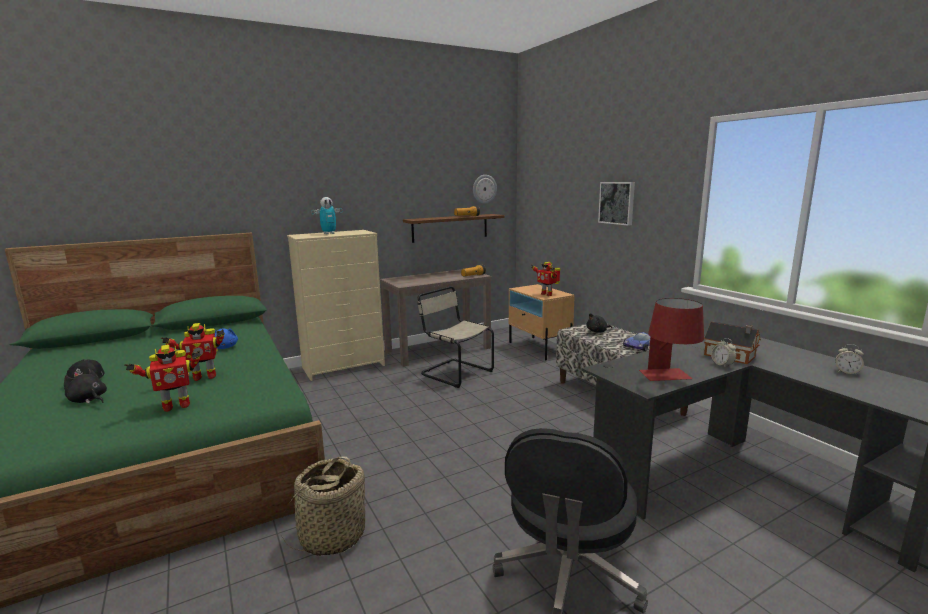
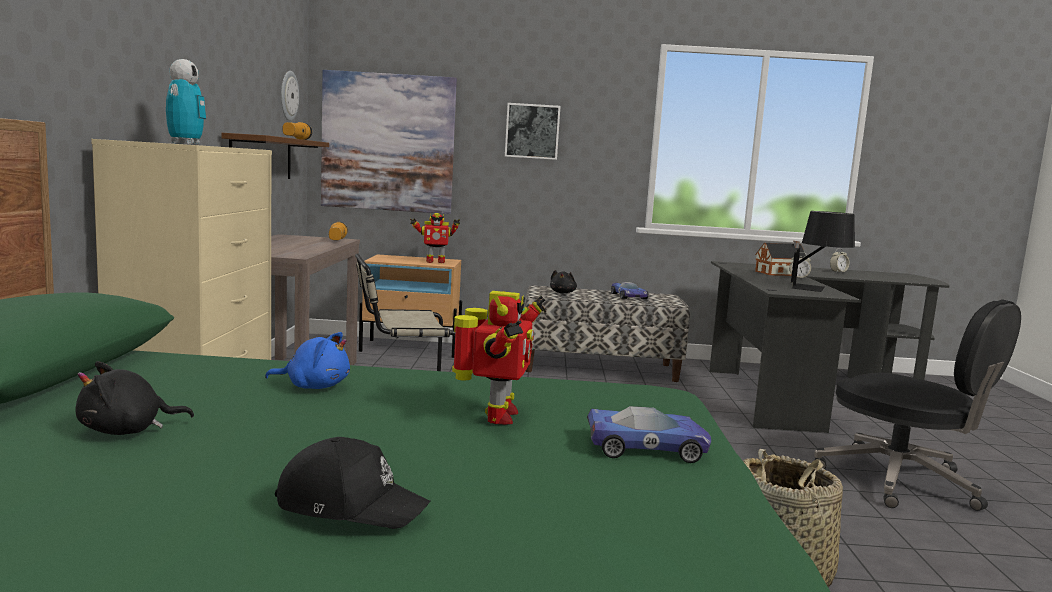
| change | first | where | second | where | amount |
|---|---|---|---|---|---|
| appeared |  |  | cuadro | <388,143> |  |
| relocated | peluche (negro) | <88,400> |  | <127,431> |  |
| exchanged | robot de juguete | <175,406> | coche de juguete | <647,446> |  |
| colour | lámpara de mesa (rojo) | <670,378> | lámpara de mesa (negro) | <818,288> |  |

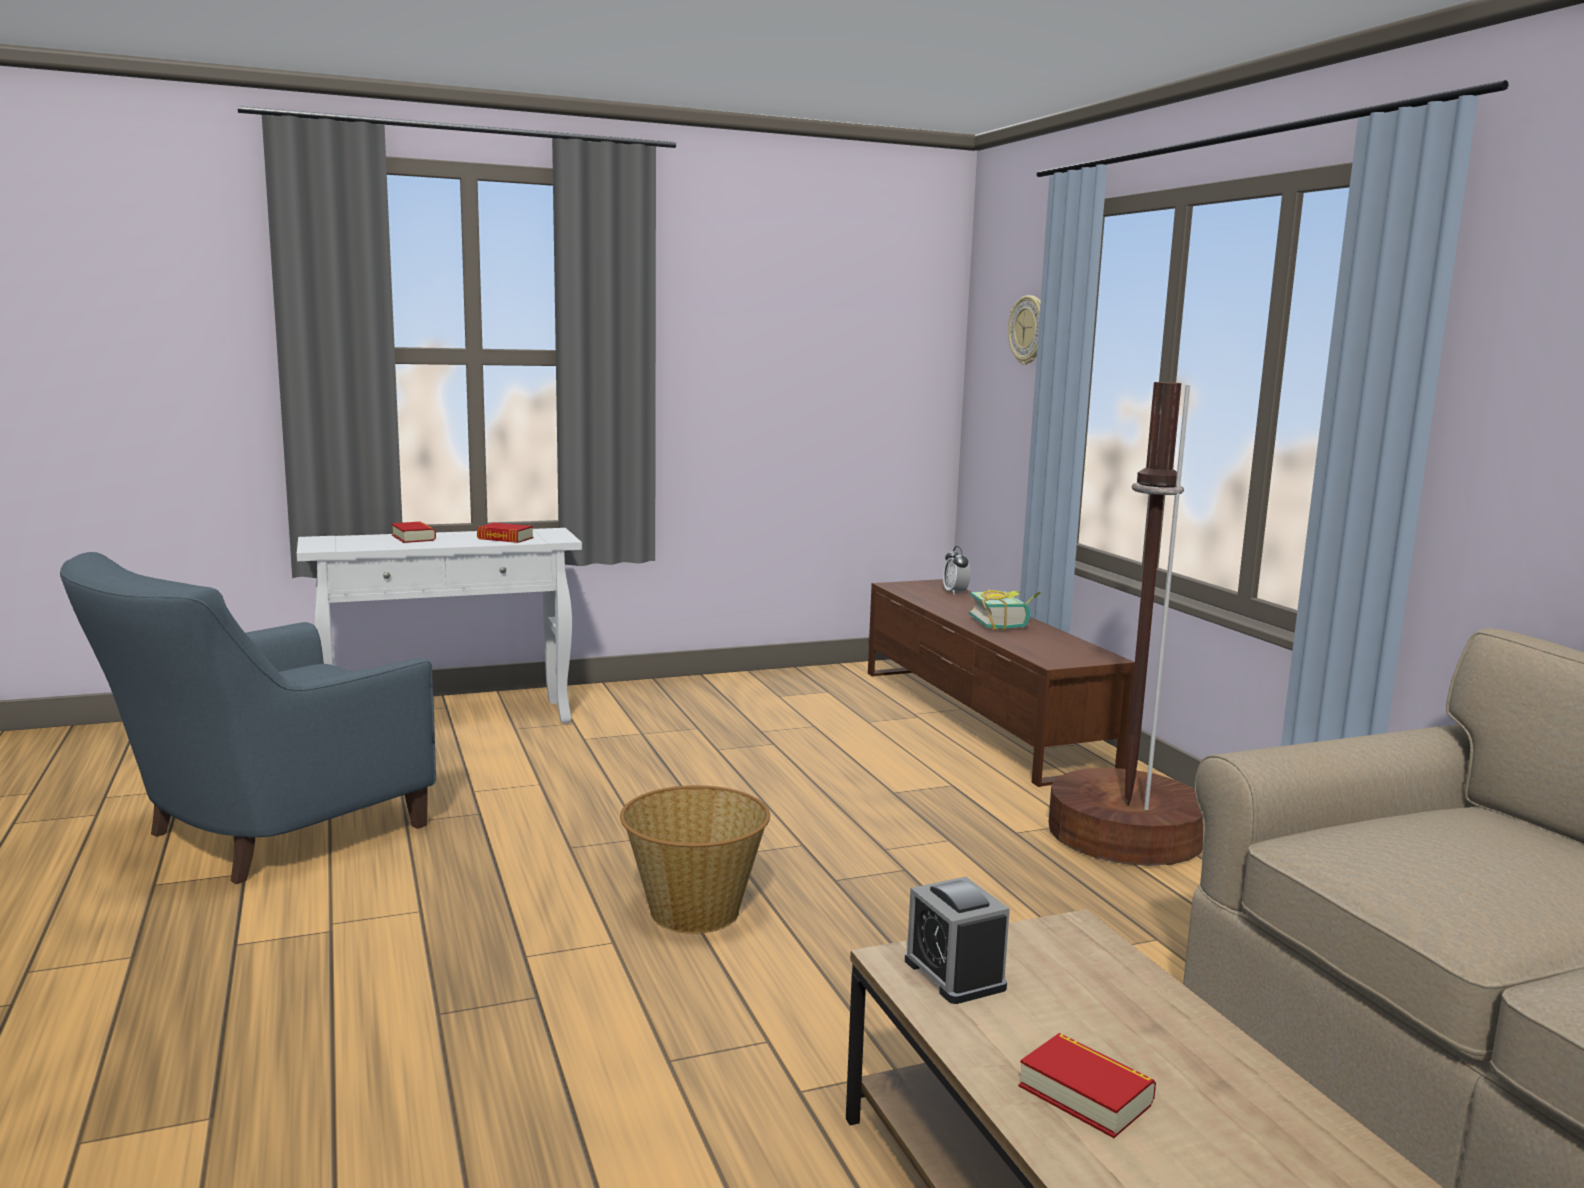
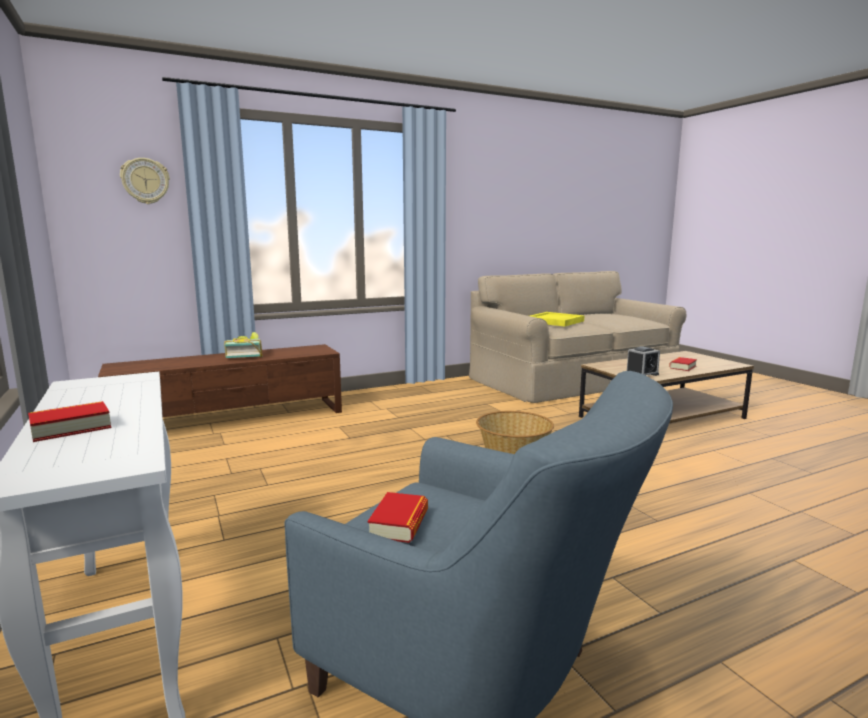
| change | first | where | second | where | amount |
|---|---|---|---|---|---|
| missing | despertador | <955,593> |  |  |  |
| missing | lámpara de pie (marrón) | <1124,834> |  |  |  |
| appeared |  |  | bandeja (amarillo) | <555,321> |  |
| relocated | libro | <505,538> |  | <399,524> |  |

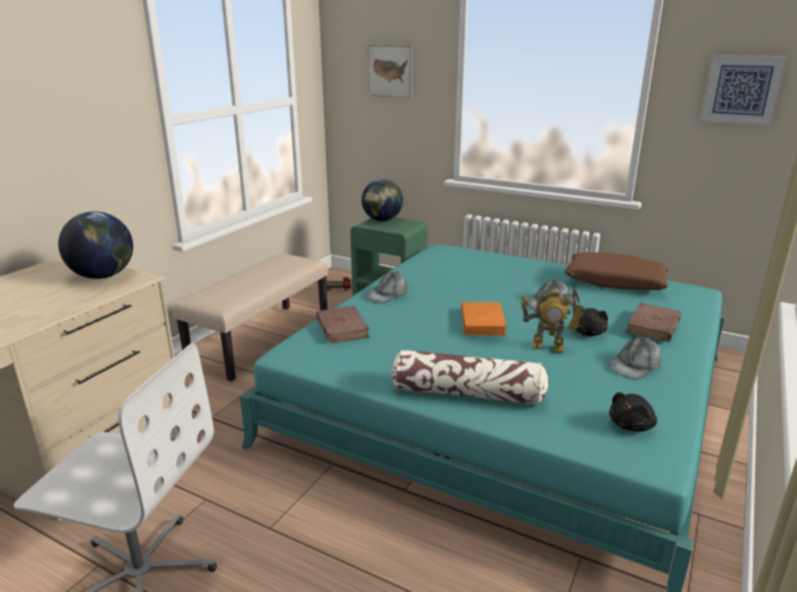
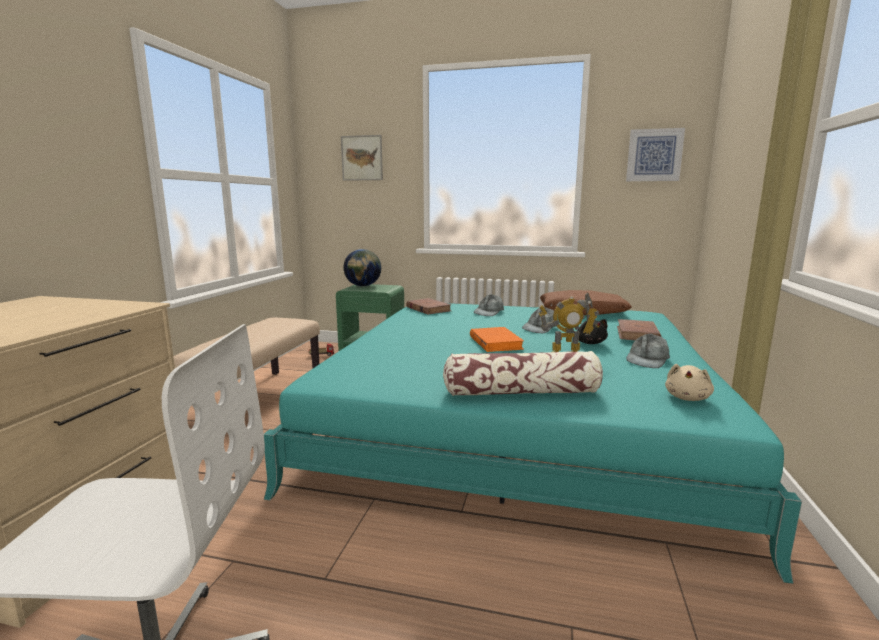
| change | first | where | second | where | amount |
|---|---|---|---|---|---|
| missing | globo terráqueo | <103,276> |  |  |  |
| relocated | libro (marrón) | <342,328> |  | <428,309> |  |
| relocated | gorra (gris) | <388,294> |  | <489,312> |  |
| colour | peluche (negro) | <632,425> | peluche (beis) | <687,398> |  |

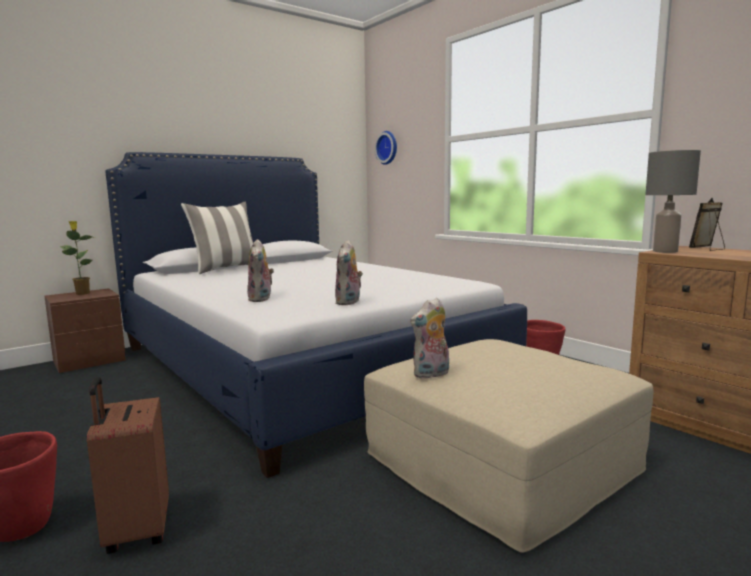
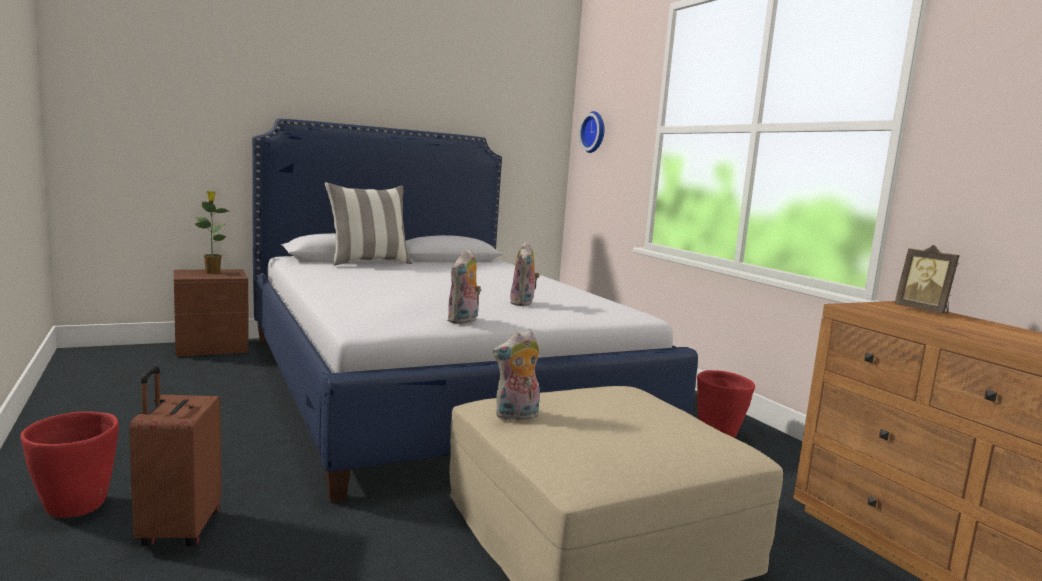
| change | first | where | second | where | amount |
|---|---|---|---|---|---|
| missing | lámpara de mesa (gris) | <665,251> |  |  |  |
| relocated | peluche | <261,299> |  | <523,303> |  |
| spun | portarretratos | <707,249> |  | <923,311> | 105 degrees counterclockwise |

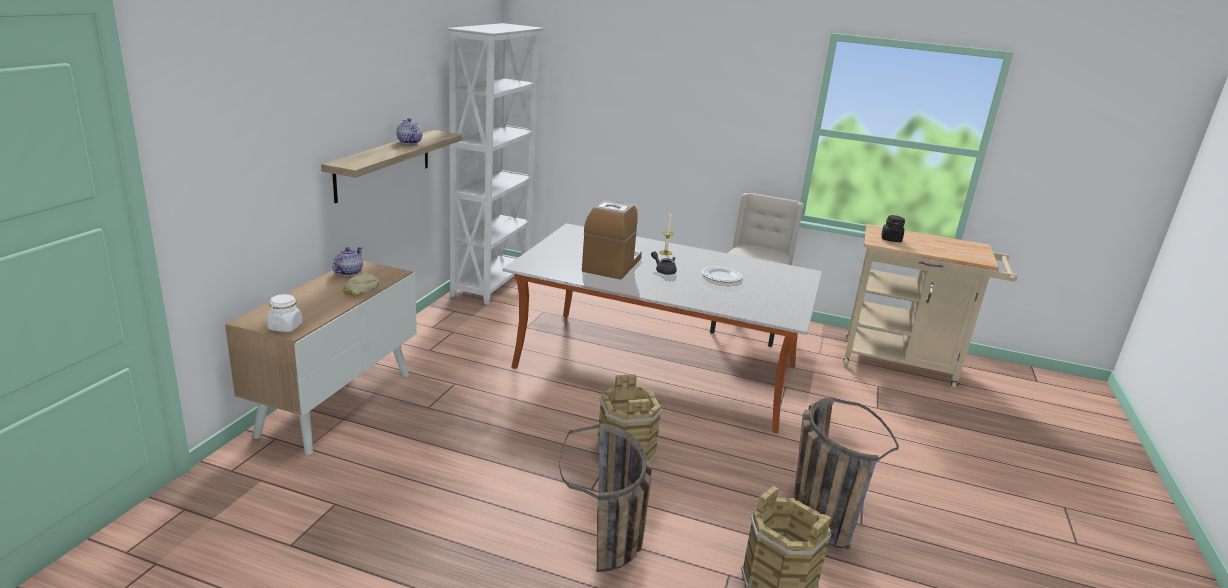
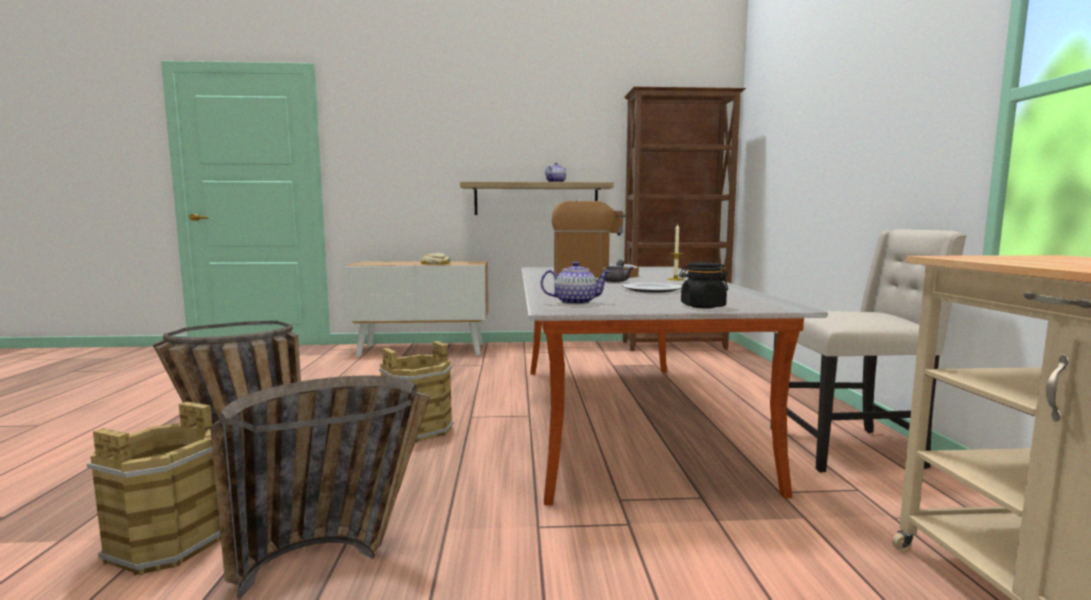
| change | first | where | second | where | amount |
|---|---|---|---|---|---|
| missing | tarro (blanco) | <285,327> |  |  |  |
| relocated | tetera | <348,272> |  | <575,302> |  |
| relocated | tarro (negro) | <891,239> |  | <702,306> |  |
| colour | estantería (blanco) | <493,283> | estantería (marrón) | <675,346> |  |

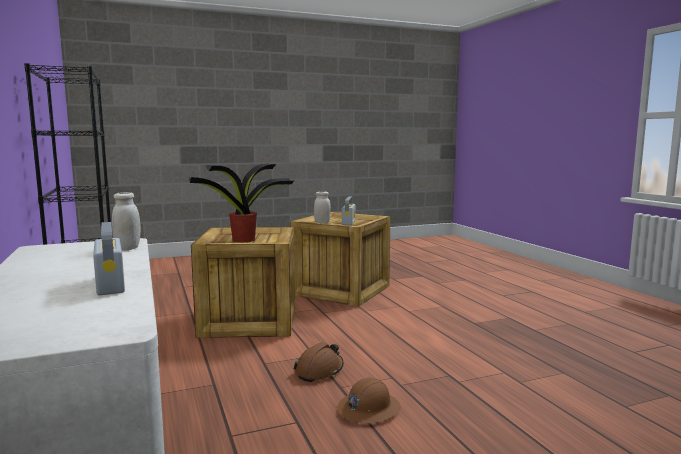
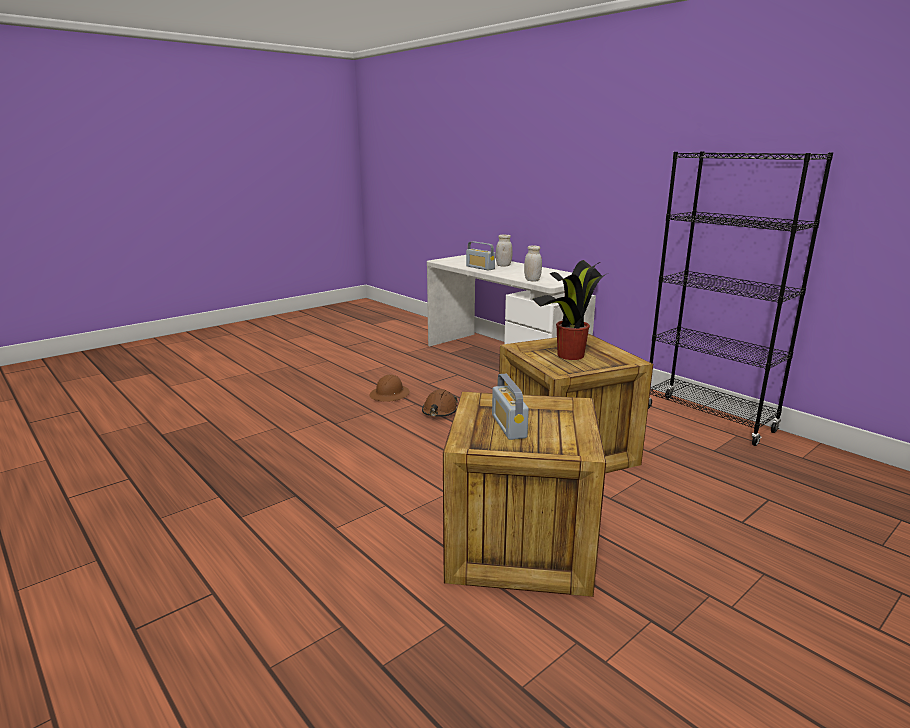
| change | first | where | second | where | amount |
|---|---|---|---|---|---|
| relocated | tarro (blanco) | <322,223> |  | <503,265> |  |

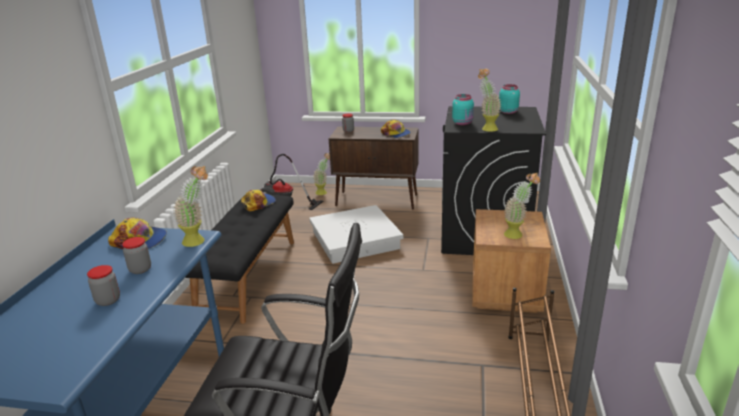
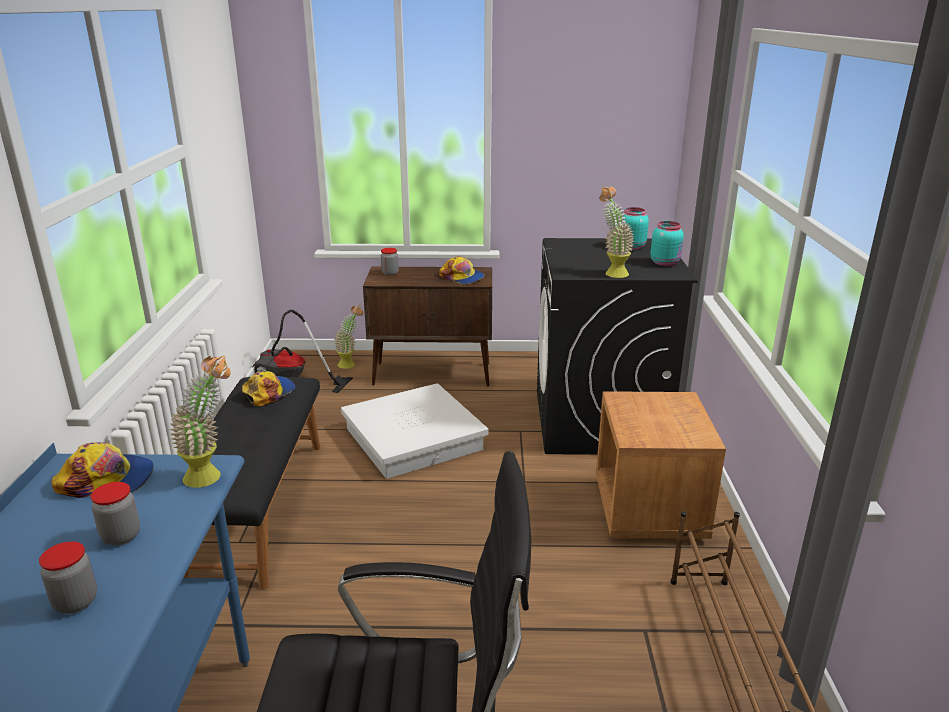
| change | first | where | second | where | amount |
|---|---|---|---|---|---|
| missing | planta en maceta | <517,234> |  |  |  |
| relocated | tarro (turquesa) | <463,123> |  | <665,263> |  |

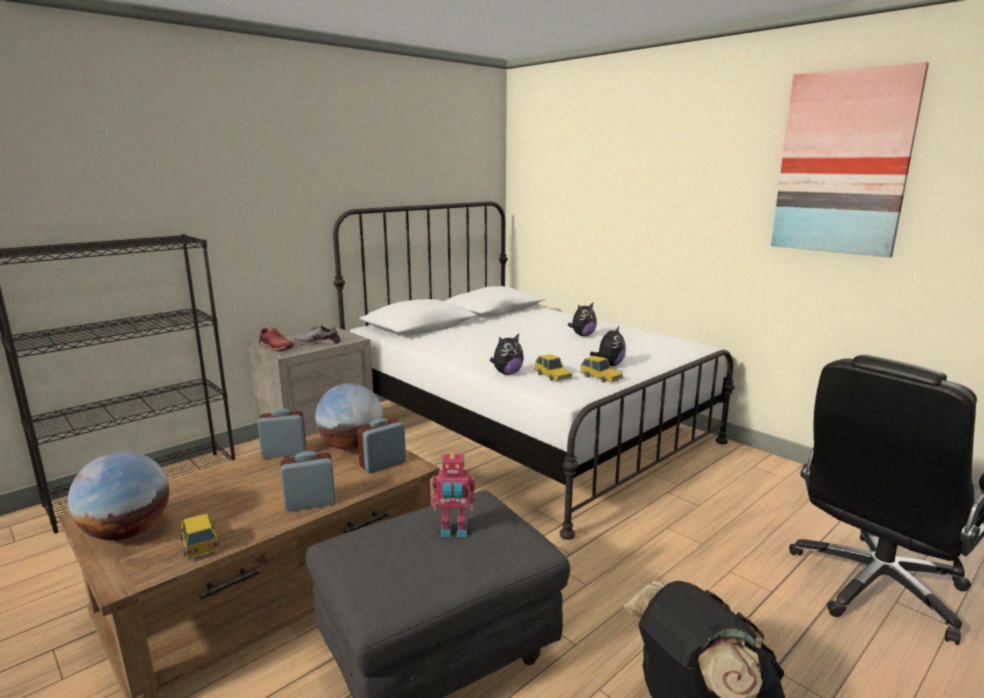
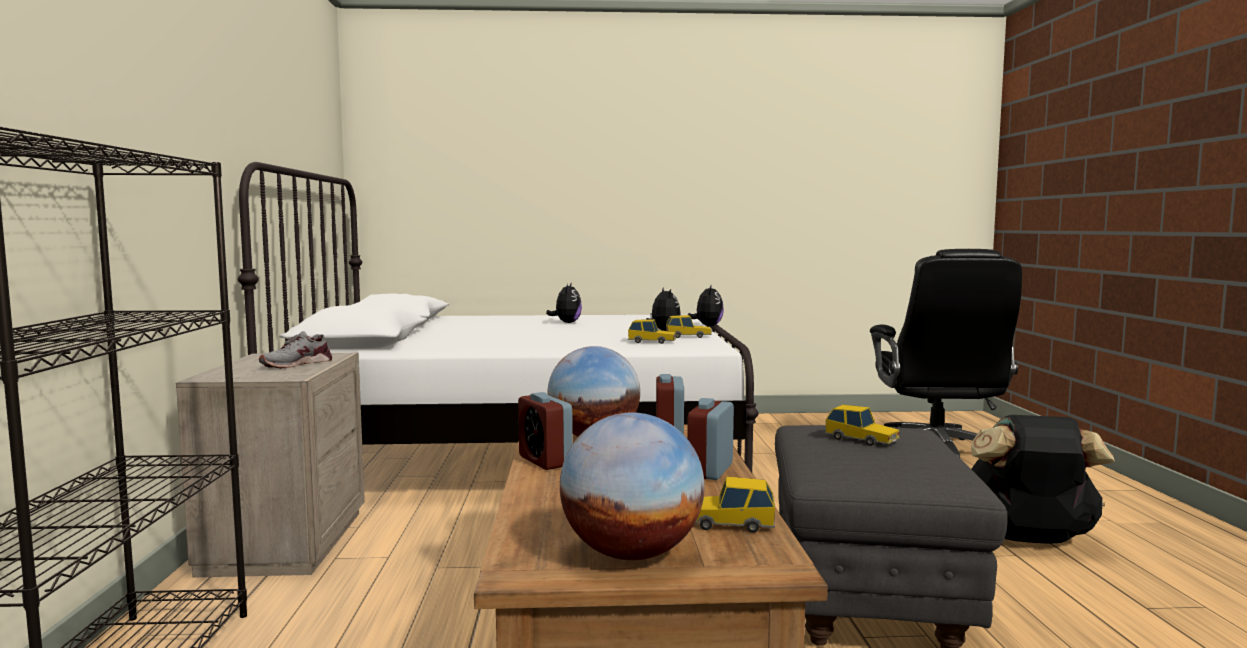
| change | first | where | second | where | amount |
|---|---|---|---|---|---|
| missing | zapato (rojo) | <275,347> |  |  |  |
| missing | cuadro | <843,163> |  |  |  |
| relocated | peluche | <507,373> |  | <707,326> |  |
| exchanged | robot de juguete | <454,531> | coche de juguete | <861,439> |  |
| spun | despertador | <284,453> |  | <545,461> | 60 degrees counterclockwise |

